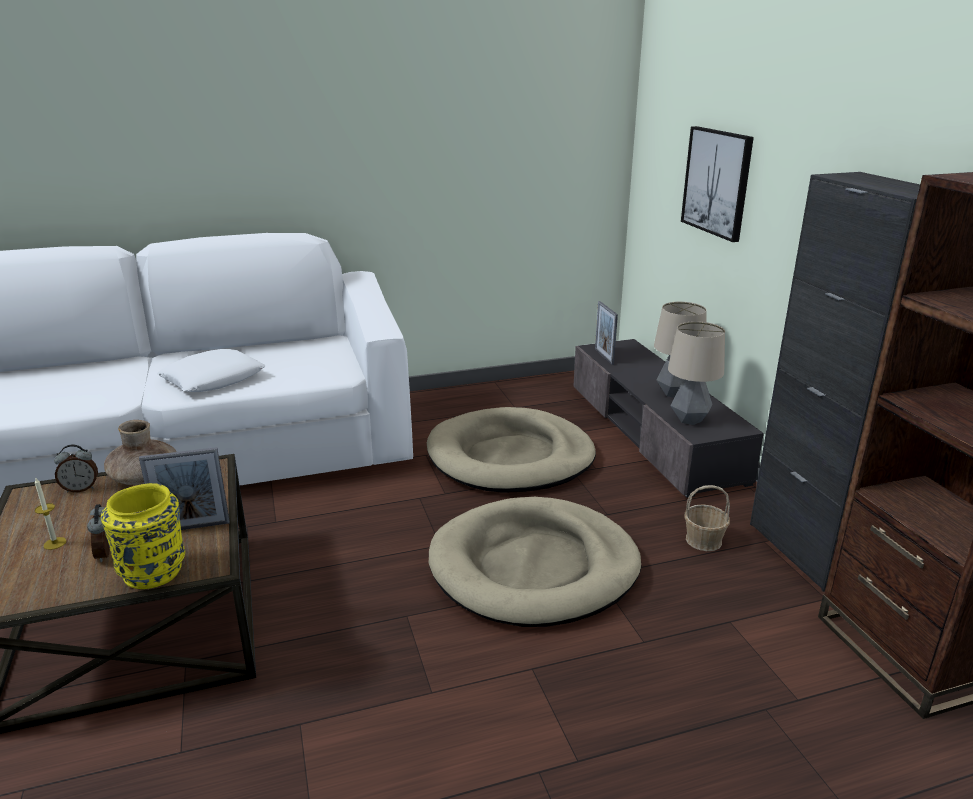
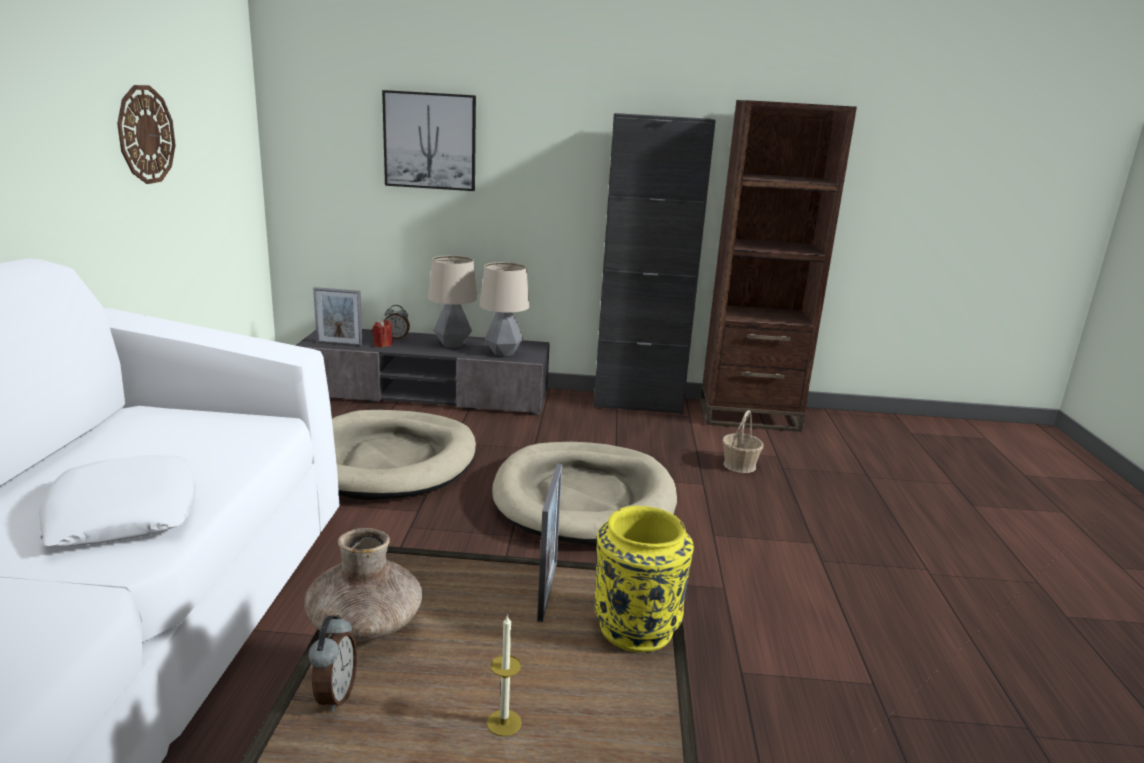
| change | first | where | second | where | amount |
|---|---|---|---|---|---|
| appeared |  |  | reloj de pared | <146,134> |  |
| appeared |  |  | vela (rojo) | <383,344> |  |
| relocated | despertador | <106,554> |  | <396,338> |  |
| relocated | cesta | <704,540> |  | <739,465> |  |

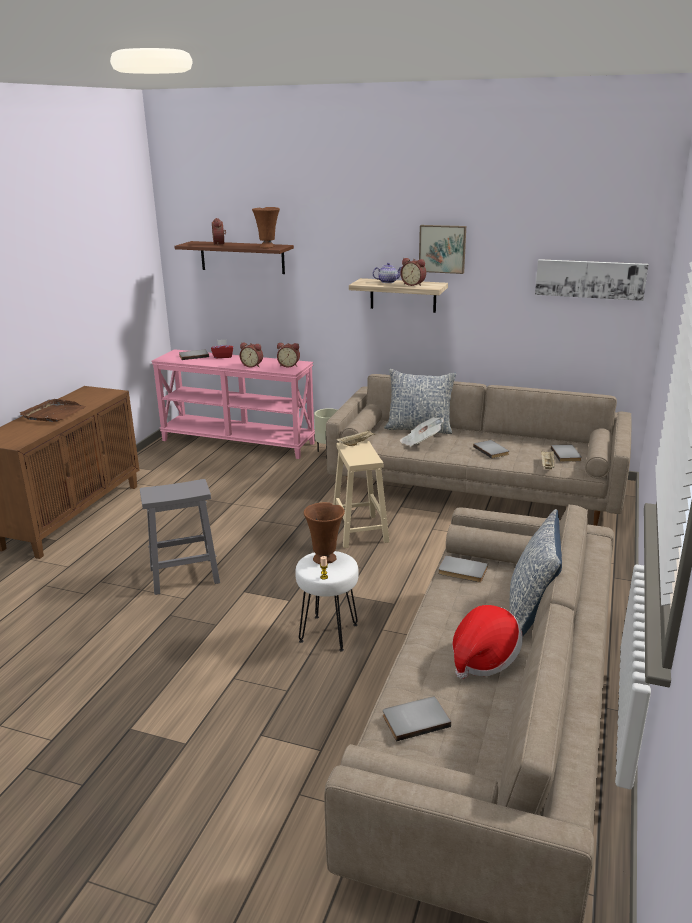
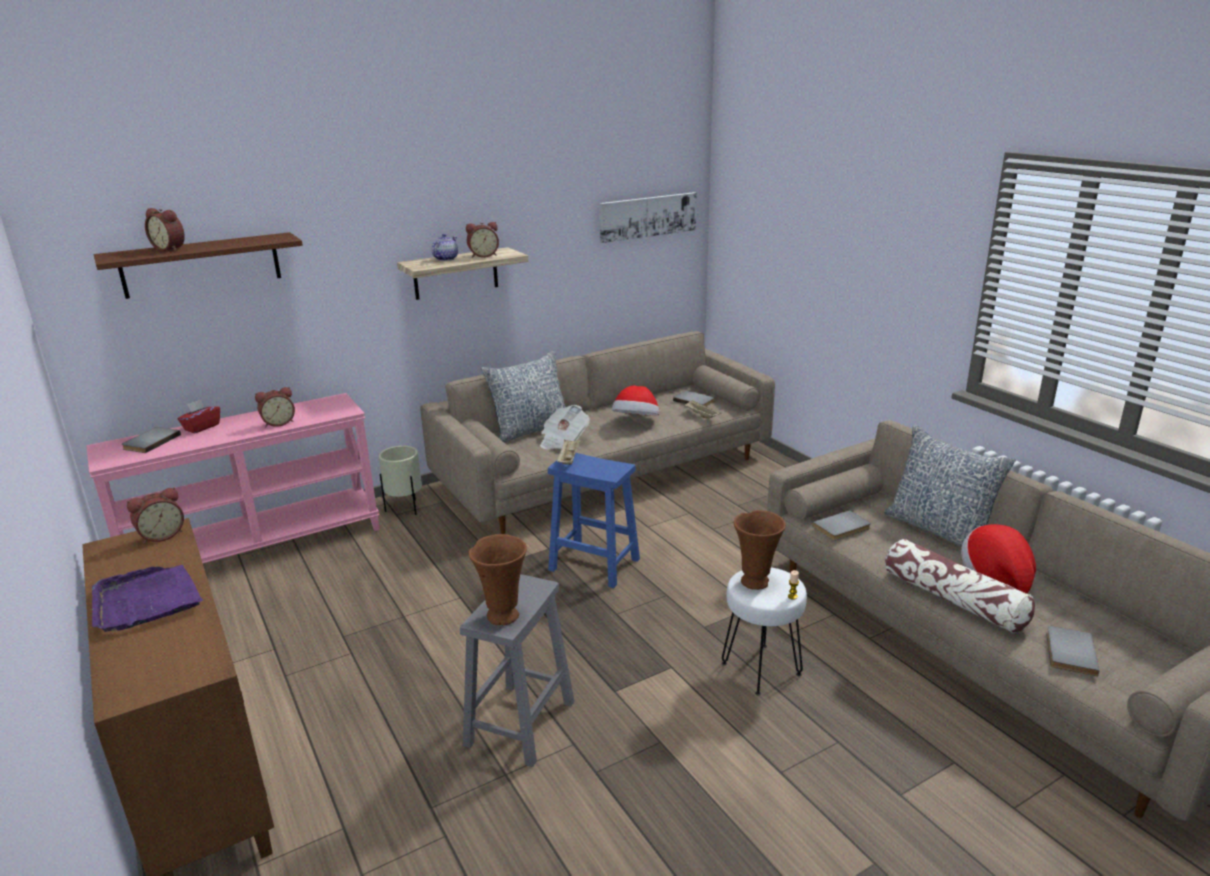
| change | first | where | second | where | amount |
|---|---|---|---|---|---|
| missing | cuadro | <442,248> |  |  |  |
| appeared |  |  | cojín | <953,600> |  |
| relocated | florero (marrón) | <268,247> |  | <503,615> |  |
| relocated | despertador | <289,365> |  | <161,535> |  |
| exchanged | libro (gris) | <492,450> | sombrero | <636,421> |  |
| colour | bandeja (marrón) | <53,413> | bandeja (morado) | <146,601> |  |
| colour | taburete (beis) | <359,530> | taburete (azul) | <593,564> |  |

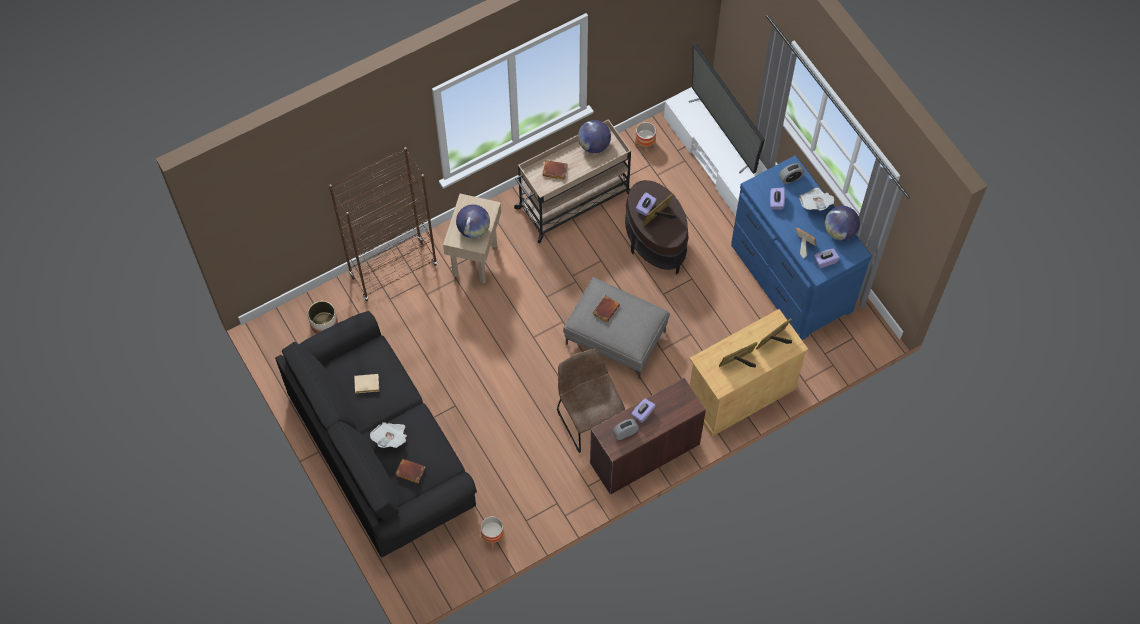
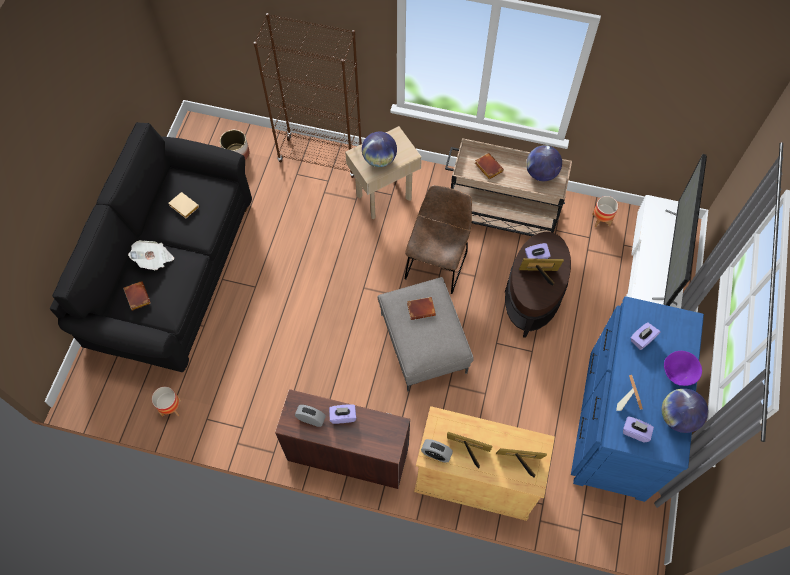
| change | first | where | second | where | amount |
|---|---|---|---|---|---|
| relocated | silla (marrón) | <589,418> |  | <437,262> |  |
| relocated | despertador | <790,178> |  | <436,454> |  |
| exchanged | periódico | <815,203> | cuenco (morado) | <679,372> |  |

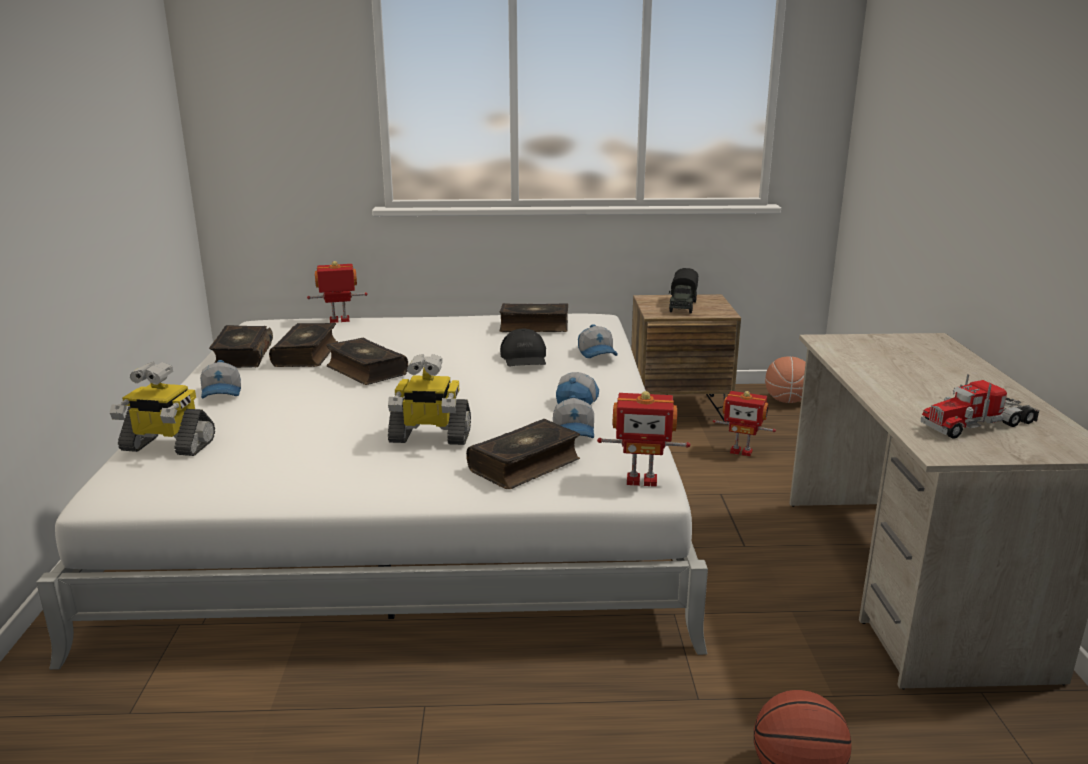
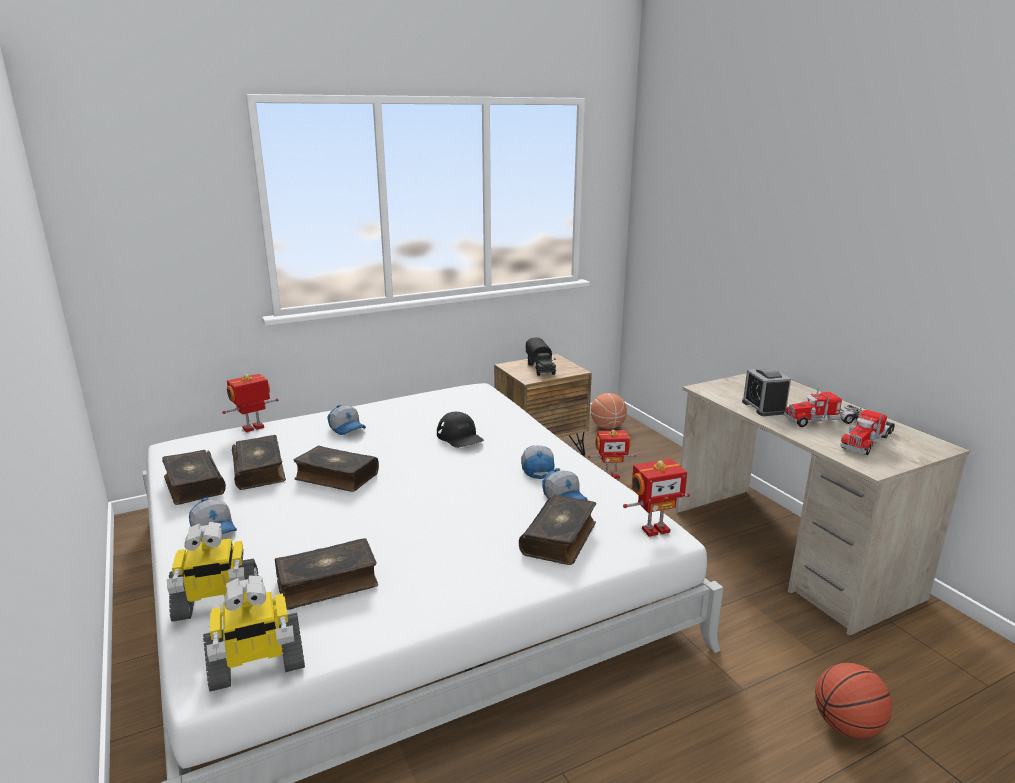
| change | first | where | second | where | amount |
|---|---|---|---|---|---|
| appeared |  |  | despertador | <763,407> |  |
| appeared |  |  | camión de juguete | <825,420> |  |
| relocated | robot de juguete | <429,436> |  | <256,665> |  |
| relocated | libro | <534,327> |  | <327,583> |  |
| relocated | gorra | <598,353> |  | <347,428> |  |

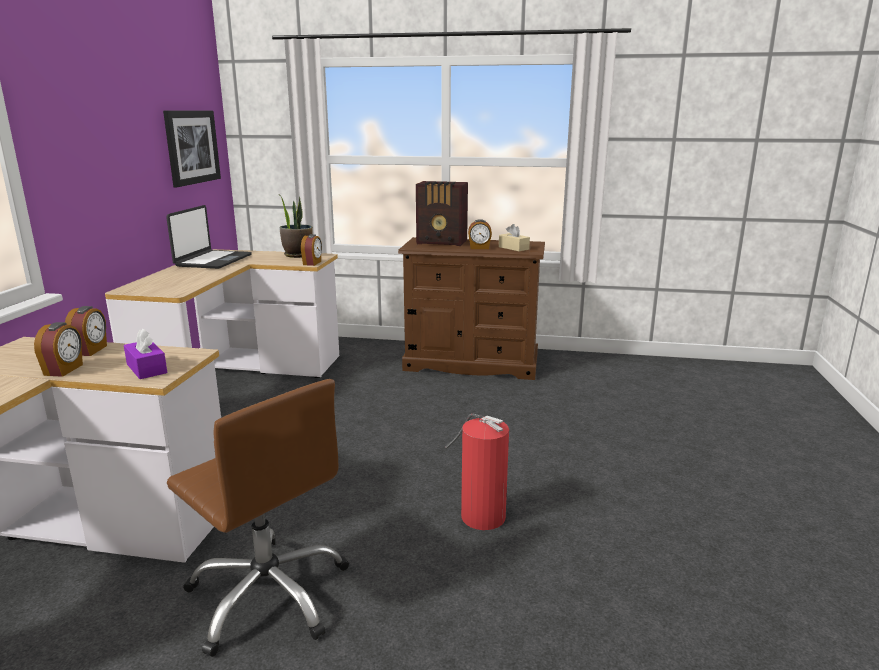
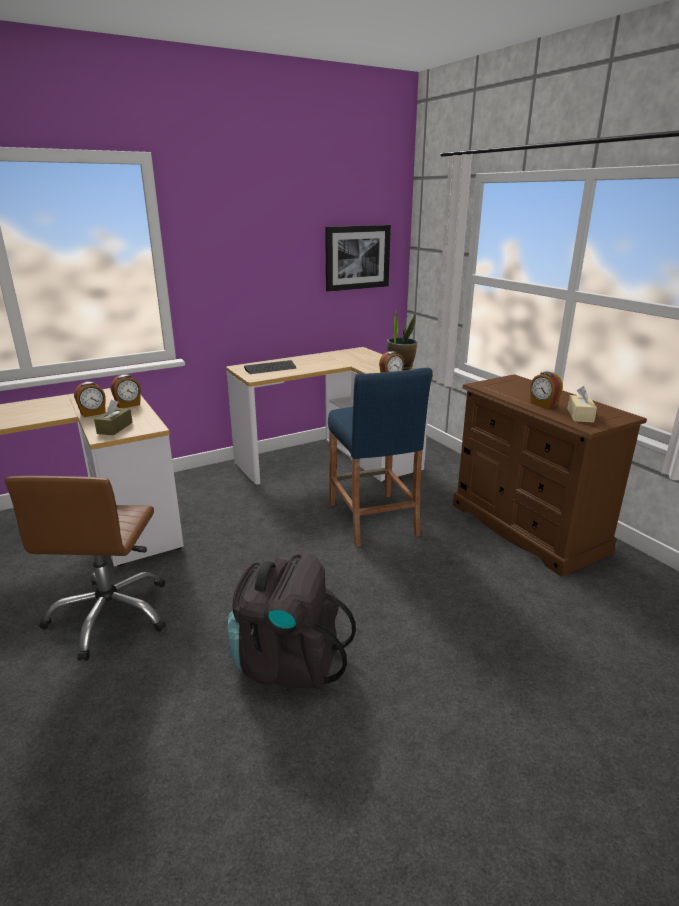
| change | first | where | second | where | amount |
|---|---|---|---|---|---|
| missing | portátil | <213,261> |  |  |  |
| missing | radio | <442,242> |  |  |  |
| appeared |  |  | teclado | <270,368> |  |
| appeared |  |  | taburete (azul) | <372,518> |  |
| exchanged | extintor | <481,515> | mochila (negro) | <288,662> |  |
| colour | caja de pañuelos (morado) | <146,368> | caja de pañuelos (marrón) | <115,428> |  |

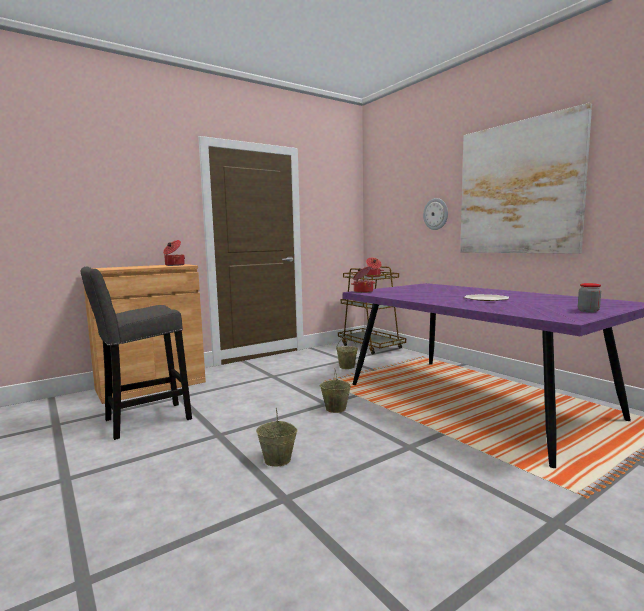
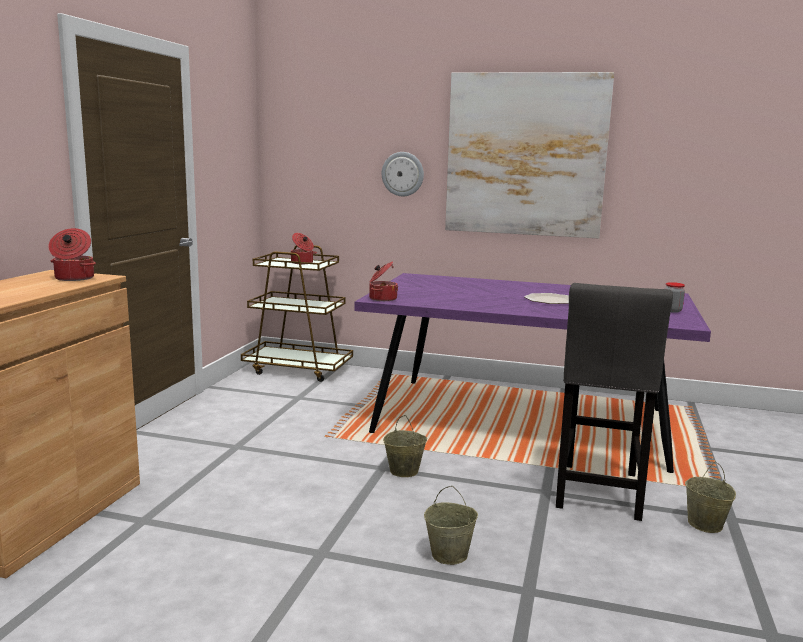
| change | first | where | second | where | amount |
|---|---|---|---|---|---|
| relocated | taburete (gris) | <143,421> |  | <598,494> |  |
| relocated | cubo (beis) | <346,367> |  | <705,525> |  |

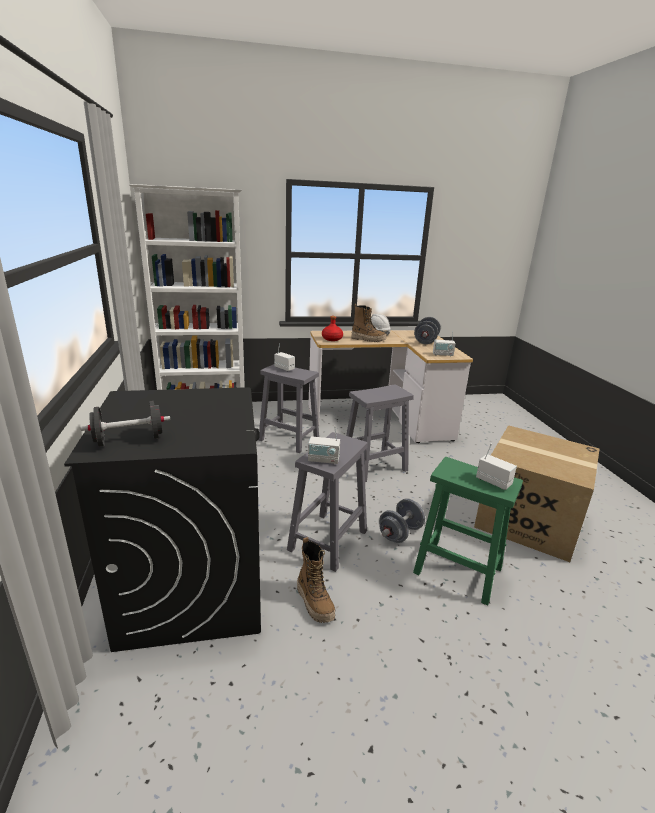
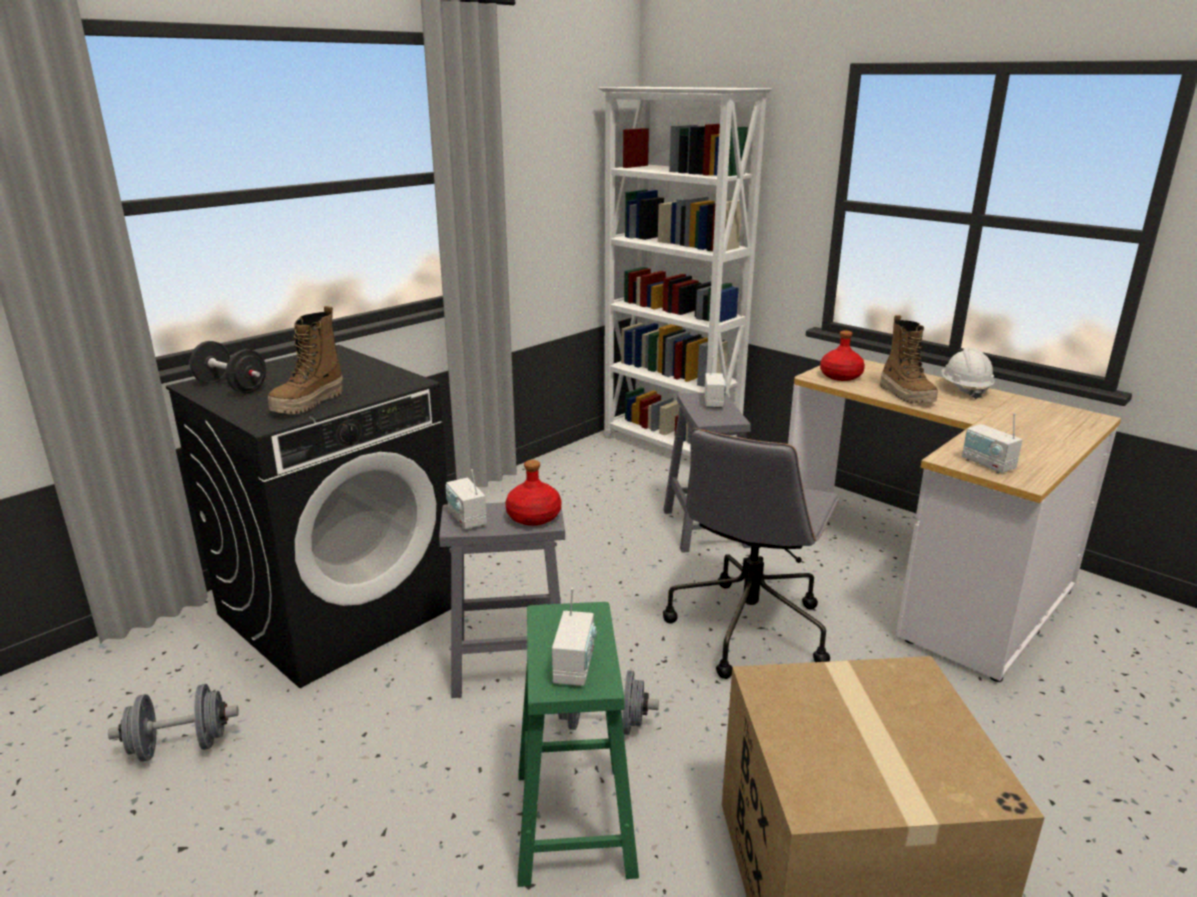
| change | first | where | second | where | amount |
|---|---|---|---|---|---|
| appeared |  |  | botella (rojo) | <533,516> |  |
| relocated | bota | <315,602> |  | <308,404> |  |
| relocated | mancuerna (gris) | <426,341> |  | <181,746> |  |
| exchanged | taburete (gris) | <373,466> | silla de oficina (gris) | <748,627> |  |

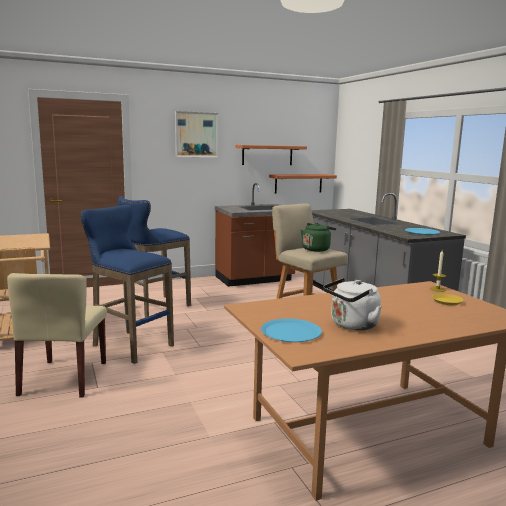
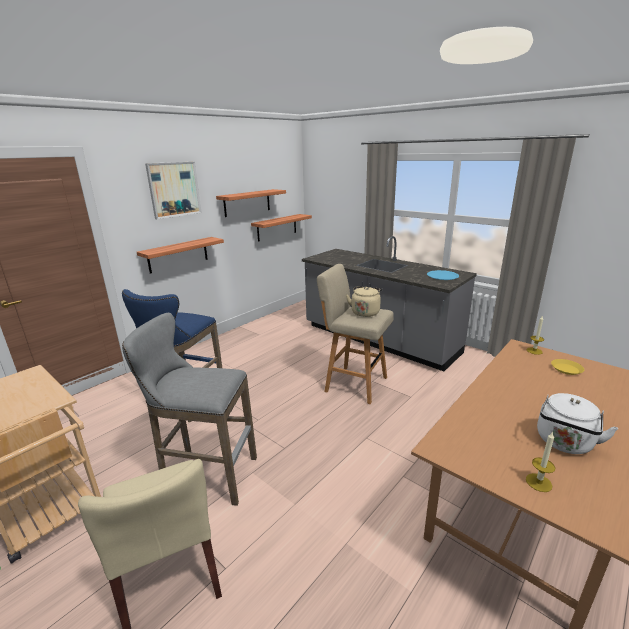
| change | first | where | second | where | amount |
|---|---|---|---|---|---|
| missing | mueble bajo de cocina (marrón) | <254,279> |  |  |  |
| appeared |  |  | estante | <178,254> |  |
| exchanged | plato (azul) | <291,332> | vela | <538,482> |  |
| colour | taburete (azul) | <129,345> | taburete (gris) | <206,475> |  |
| colour | hervidor (verde) | <316,249> | hervidor (beis) | <365,312> |  |

